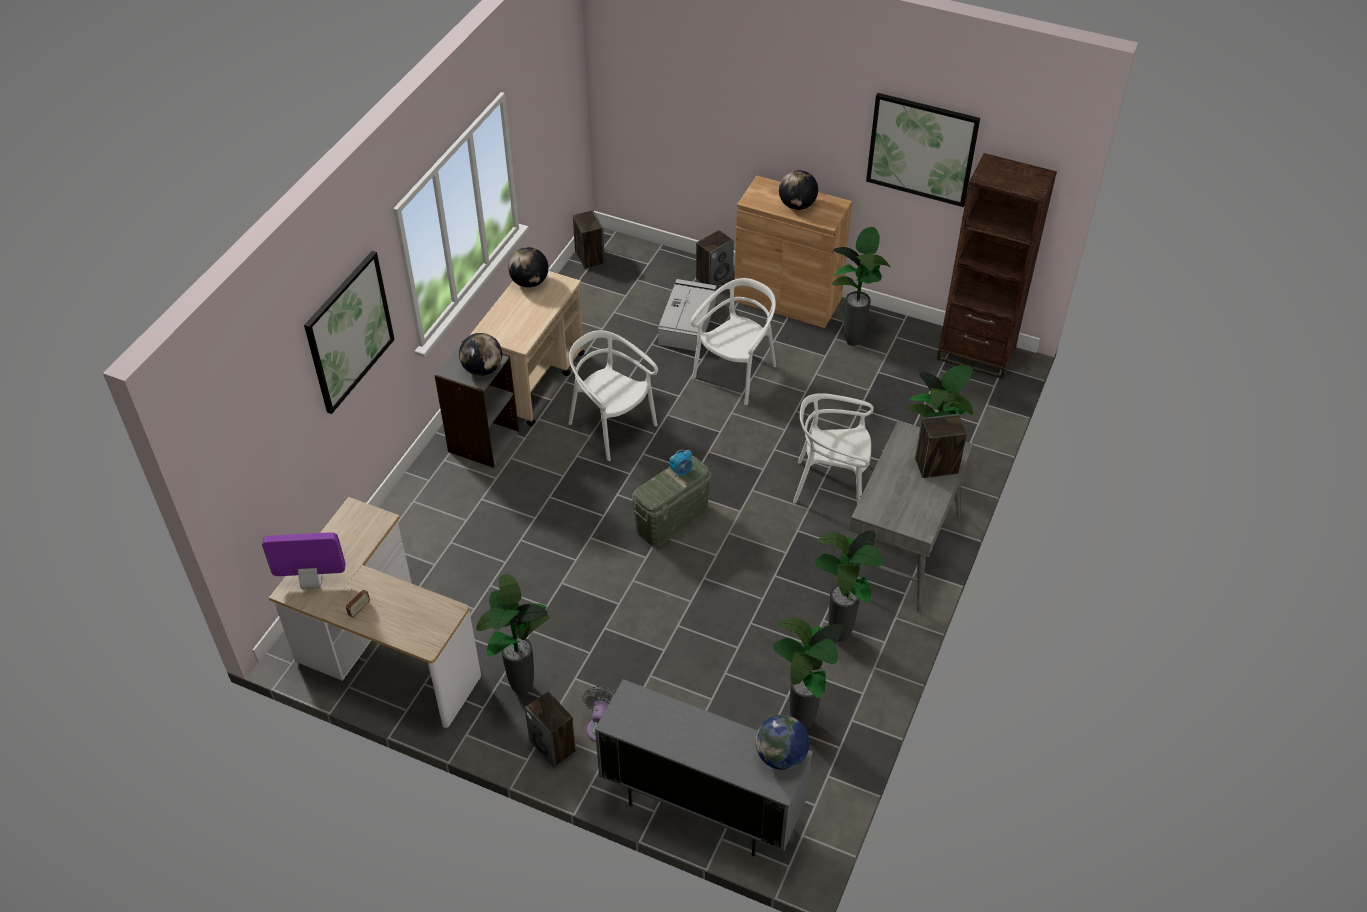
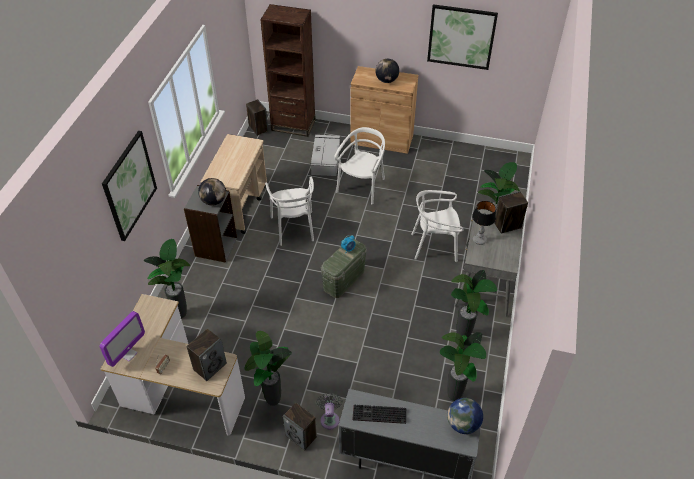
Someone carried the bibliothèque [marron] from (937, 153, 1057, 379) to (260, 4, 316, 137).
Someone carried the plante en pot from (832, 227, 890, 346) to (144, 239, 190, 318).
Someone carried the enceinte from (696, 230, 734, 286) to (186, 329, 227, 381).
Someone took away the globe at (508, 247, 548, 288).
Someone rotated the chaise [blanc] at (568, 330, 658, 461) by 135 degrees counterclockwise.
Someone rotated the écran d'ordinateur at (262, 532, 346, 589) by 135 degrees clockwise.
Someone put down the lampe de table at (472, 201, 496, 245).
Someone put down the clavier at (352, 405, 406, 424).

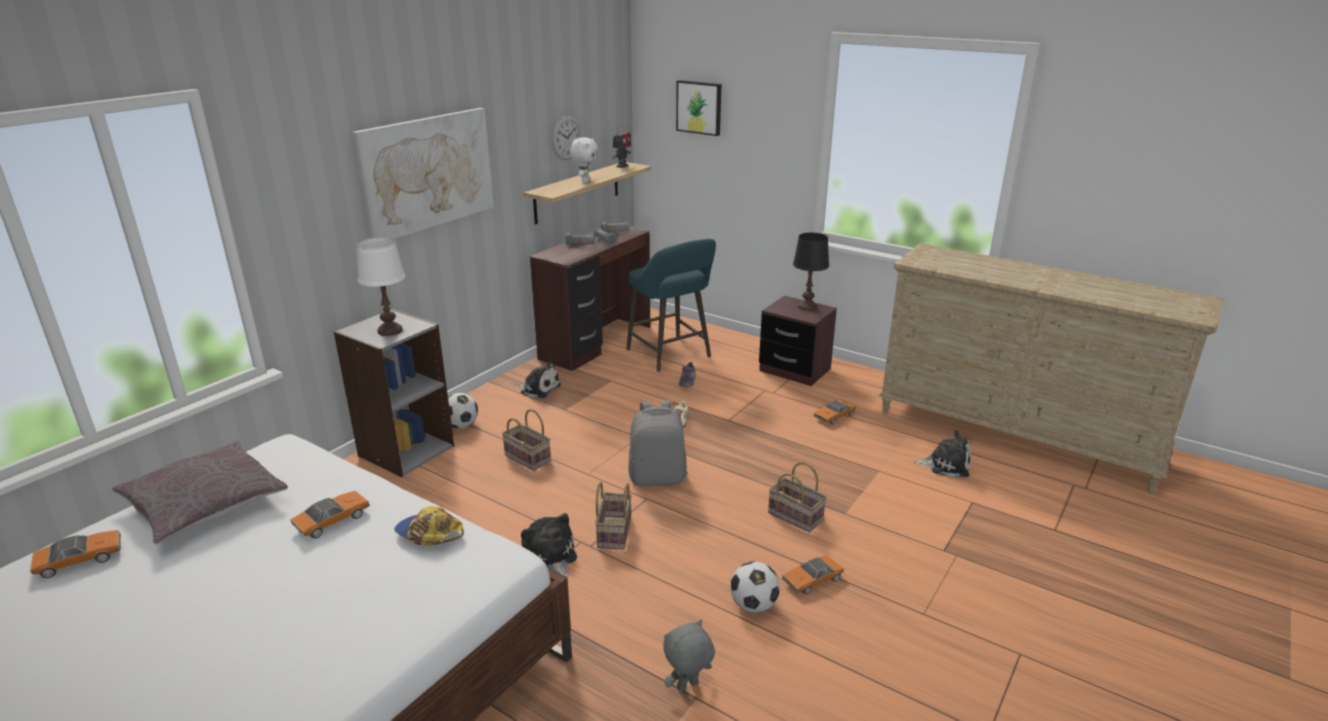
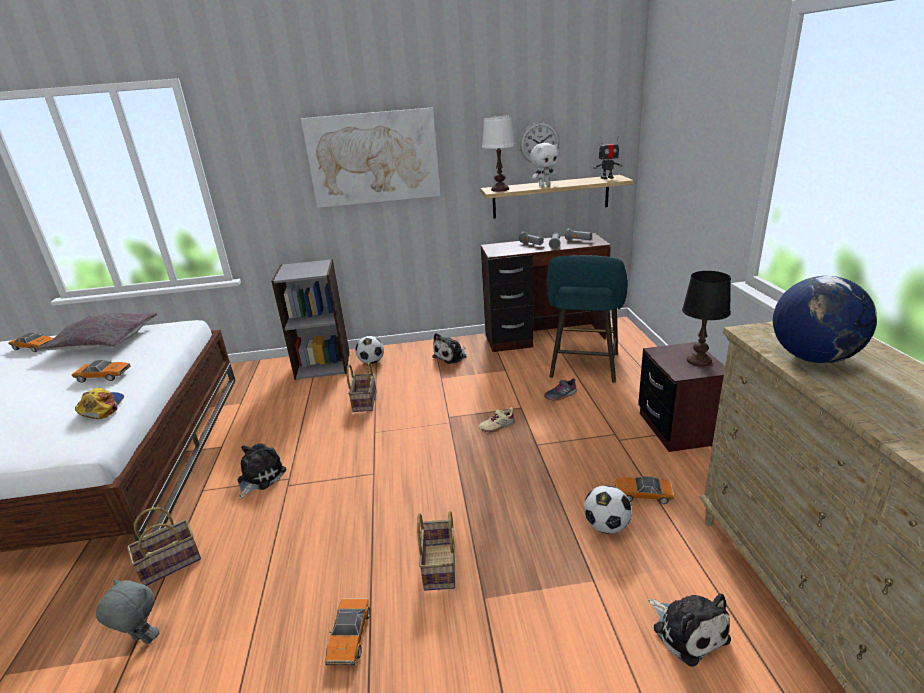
Someone took away the tableau at (676, 80, 721, 136).
Someone carried the lampe de table [blanc] from (356, 237, 405, 336) to (482, 115, 515, 192).
Someone rotated the peluche at (514, 361, 561, 398) by 60 degrees clockwise.
Someone took away the sac à dos [gris] at (628, 401, 687, 486).
Someone carried the panier from (595, 482, 632, 550) to (127, 507, 201, 586).
Someone rotated the petite voiture at (782, 555, 845, 595) by 105 degrees counterclockwise.
Someone carried the ballon de foot from (730, 561, 780, 613) to (584, 485, 632, 534).
Someone put down the globe at (773, 276, 877, 363).

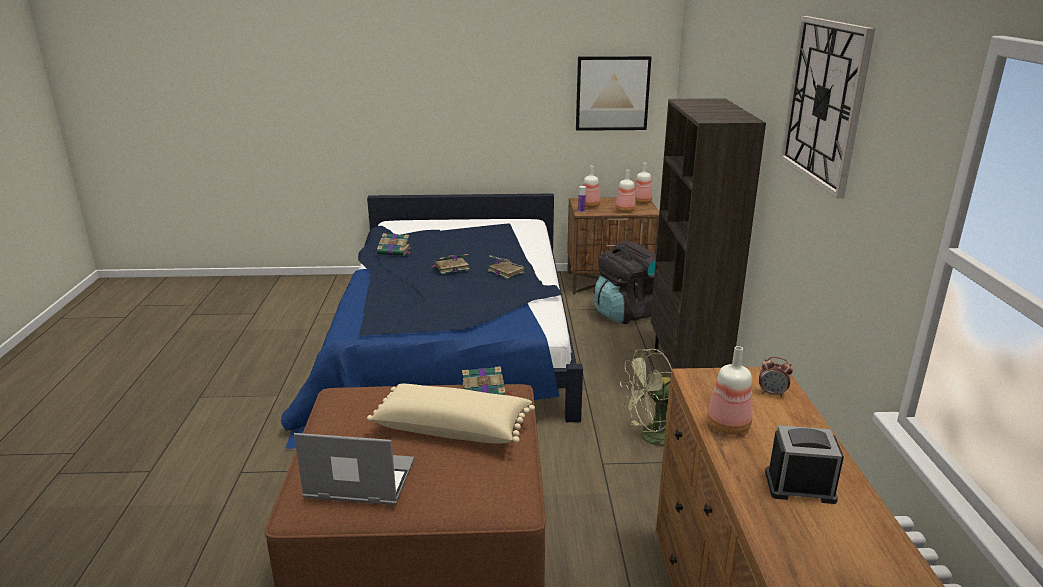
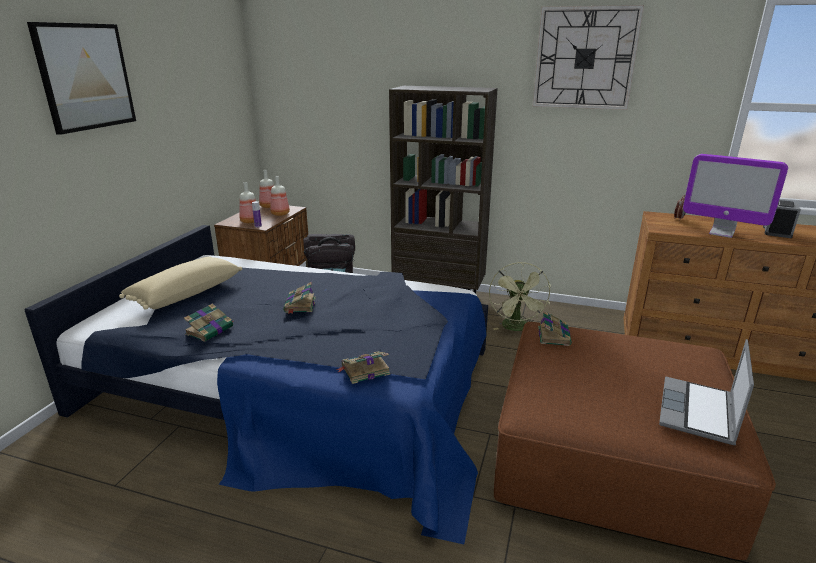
Someone carried the tableau from (576, 56, 652, 131) to (27, 22, 136, 135).
Someone carried the livre from (487, 255, 525, 279) to (336, 351, 390, 384).
Someone swapped the bouteille at (707, 346, 752, 435) for the écran d'ordinateur at (683, 154, 788, 238).
Someone carried the coussin [beige] from (367, 384, 535, 443) to (119, 257, 242, 310).

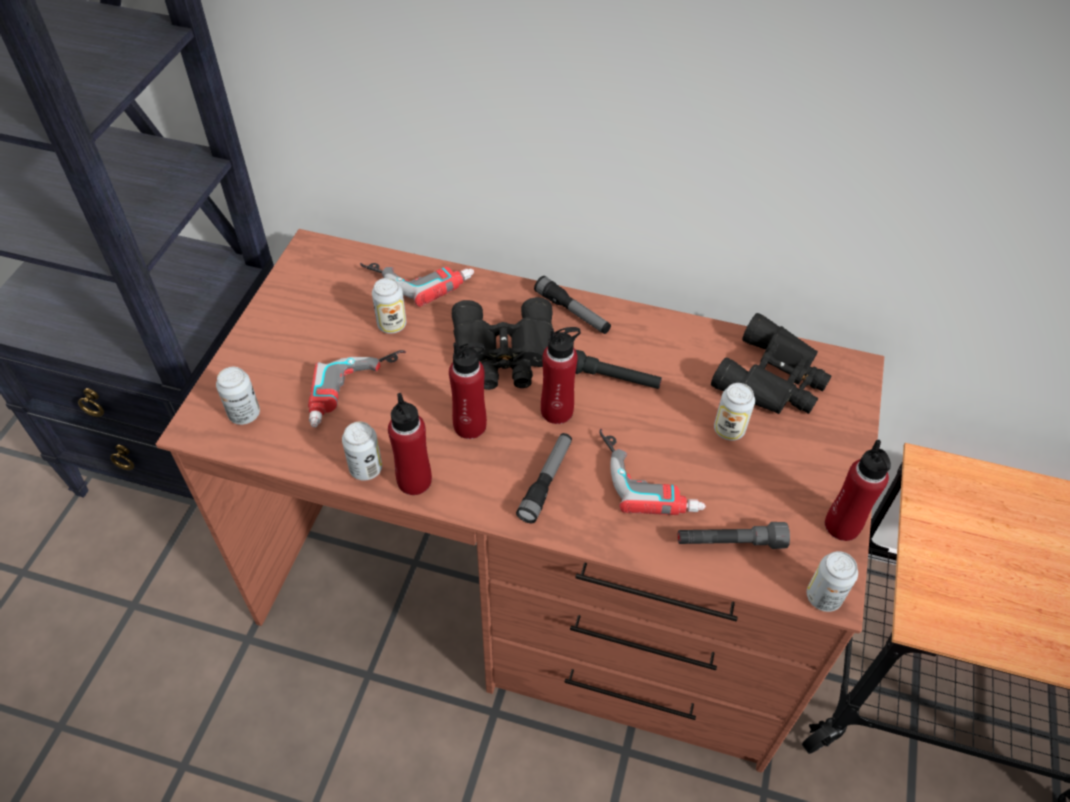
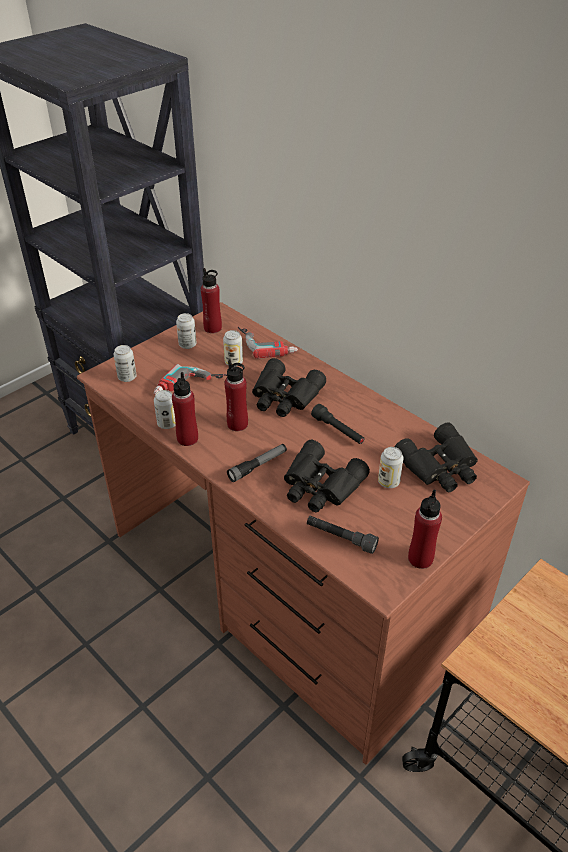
Someone took away the lampe de poche at (534, 276, 611, 334).
Someone carried the bouteille [rouge] from (541, 327, 581, 424) to (201, 268, 222, 333).
Someone swapped the perceuse at (599, 429, 706, 515) for the jumelles [noir] at (284, 440, 370, 512).
Someone carried the boîte métallique from (807, 551, 858, 612) to (176, 313, 197, 349).

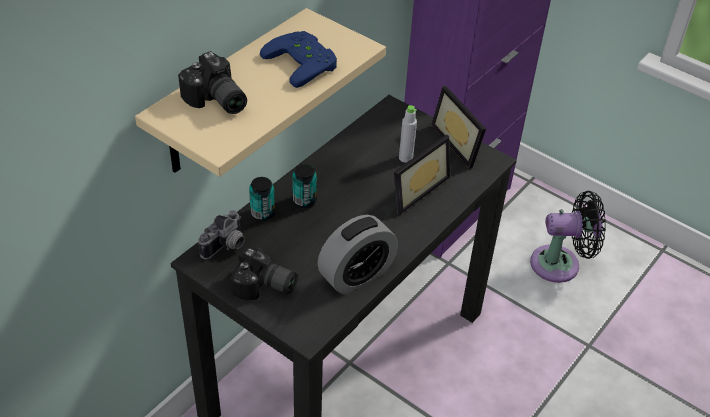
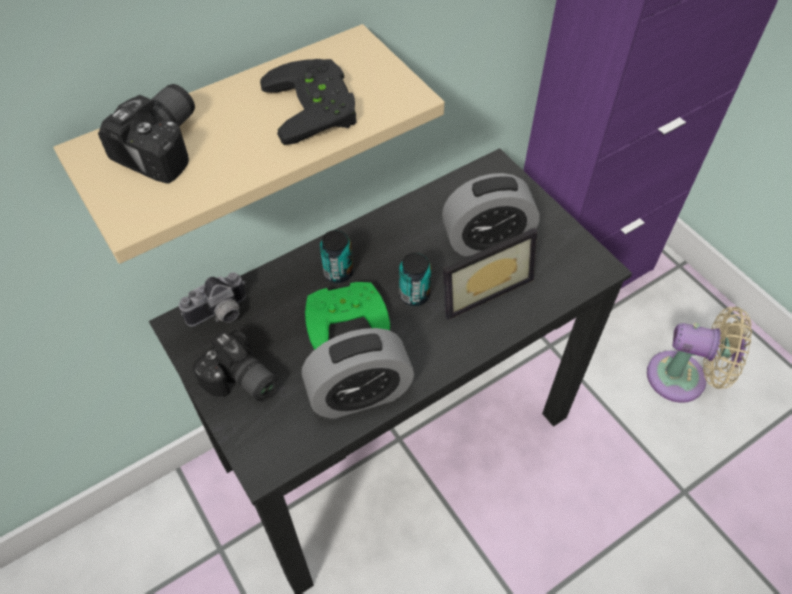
Someone repainted the manette [bleu] at (260, 31, 337, 88), which became the manette [noir] at (260, 59, 357, 145).
Someone rotated the appareil photo at (178, 51, 247, 114) by 135 degrees counterclockwise.
Someone took away the cadre photo at (431, 85, 486, 169).
Someone swapped the bouteille [gris] at (399, 105, 417, 163) for the réveil at (442, 173, 540, 256).
Someone carried the boîte métallique from (249, 177, 275, 221) to (399, 253, 432, 306).
Someone repainted the ventilateur [noir] at (530, 191, 606, 283), which became the ventilateur [beige] at (647, 307, 752, 403).
Someone put down the manette [vert] at (305, 282, 390, 350).

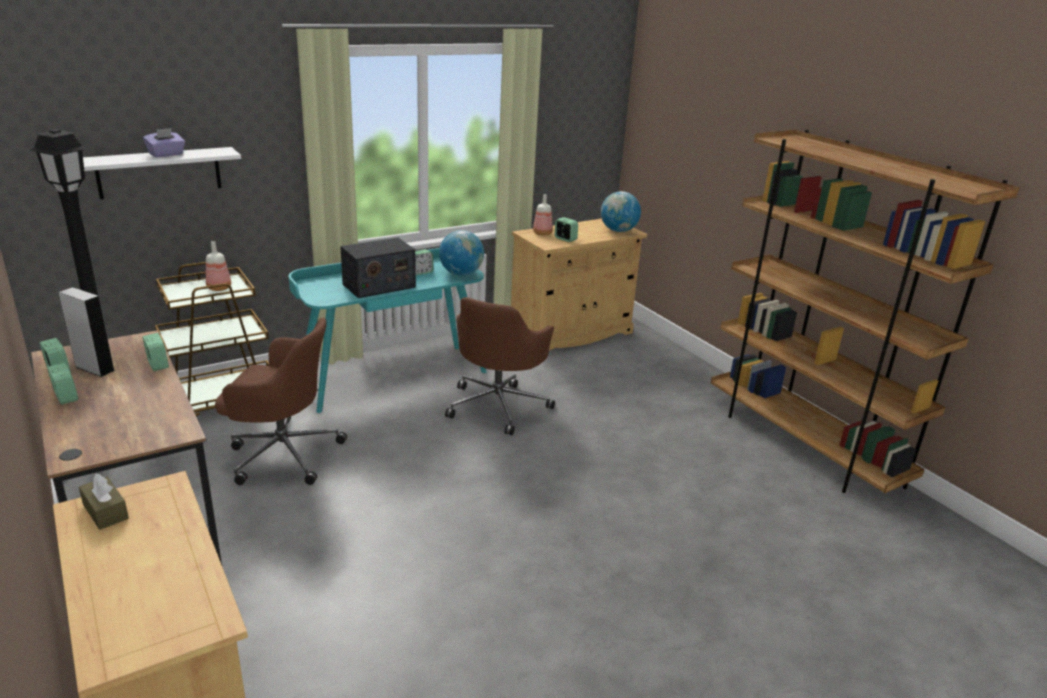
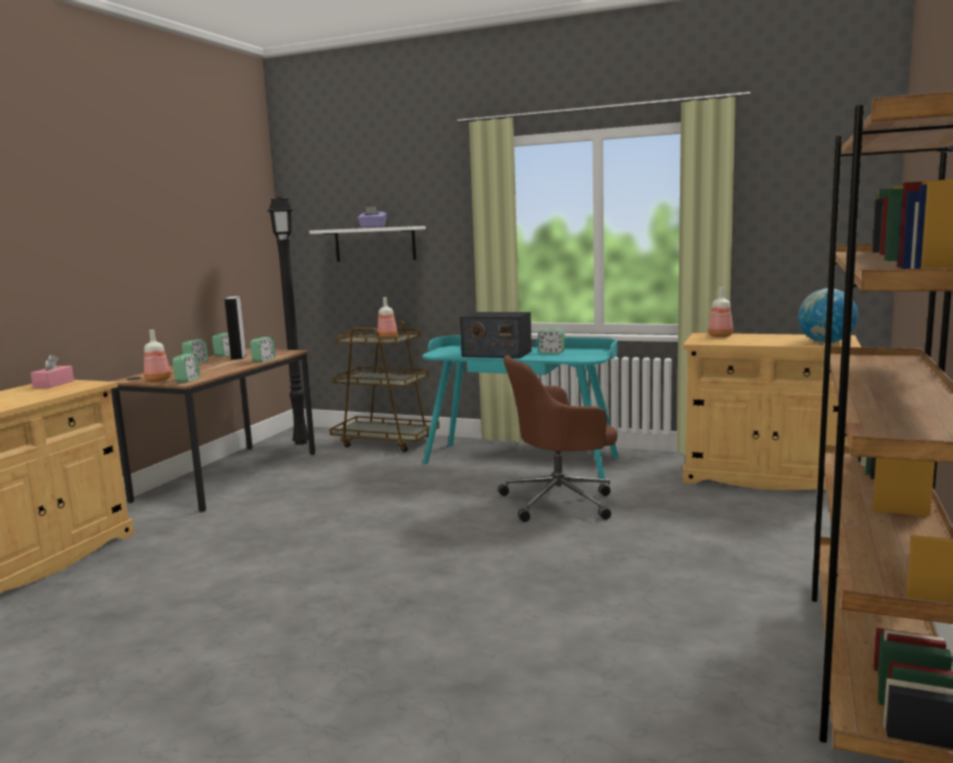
Someone carried the réveil from (555, 217, 578, 242) to (173, 353, 200, 383).
Someone took away the globe at (439, 230, 484, 276).
Someone took away the chaise de bureau [marron] at (215, 318, 347, 485).
Someone repainted the boîte à mouchoirs [marron] at (79, 474, 129, 530), which became the boîte à mouchoirs [rose] at (31, 354, 74, 388).
Someone put down the bouteille at (144, 330, 171, 382).

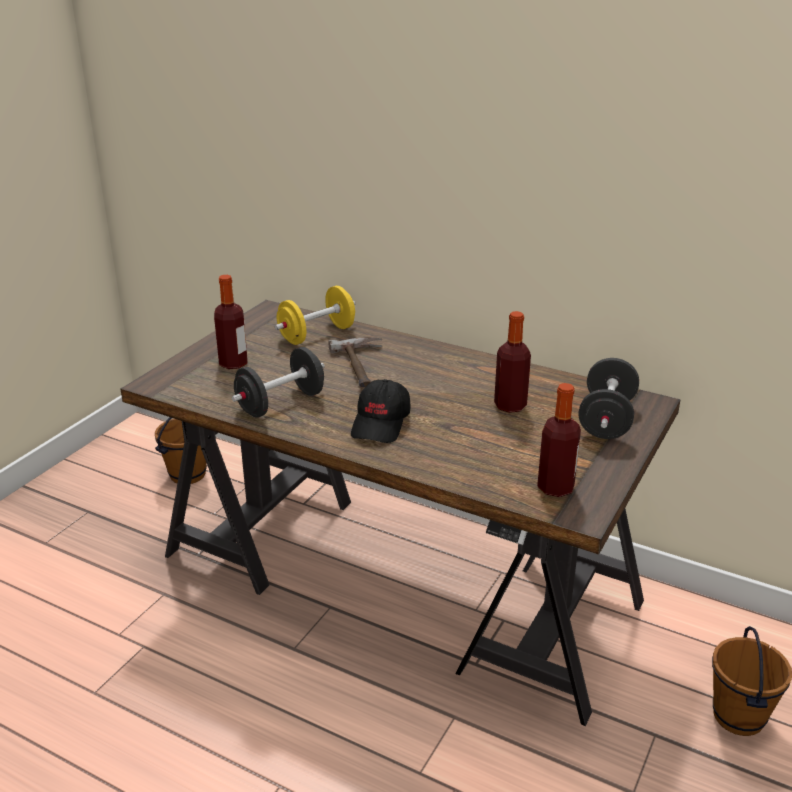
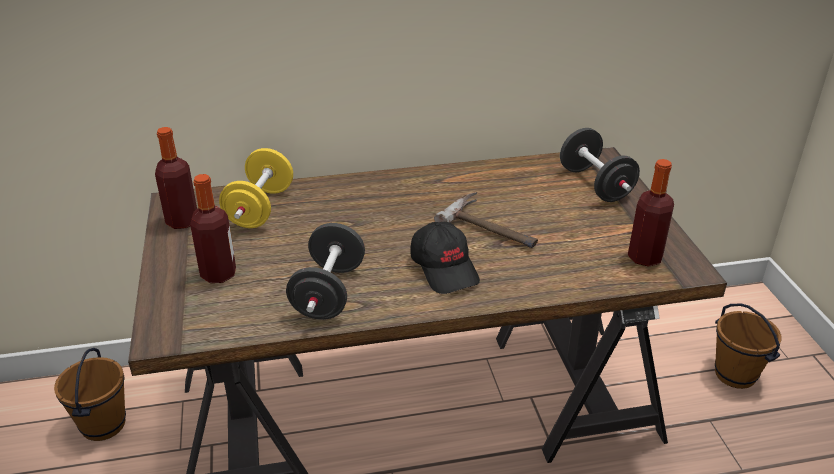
Someone carried the bouteille from (494, 311, 531, 413) to (155, 127, 197, 229).
Someone carried the marteau from (328, 337, 382, 387) to (434, 192, 538, 248).

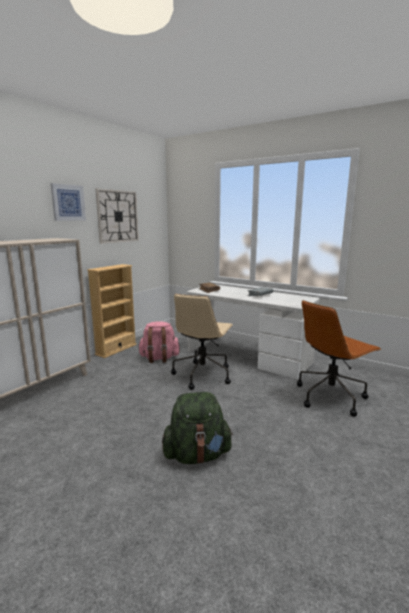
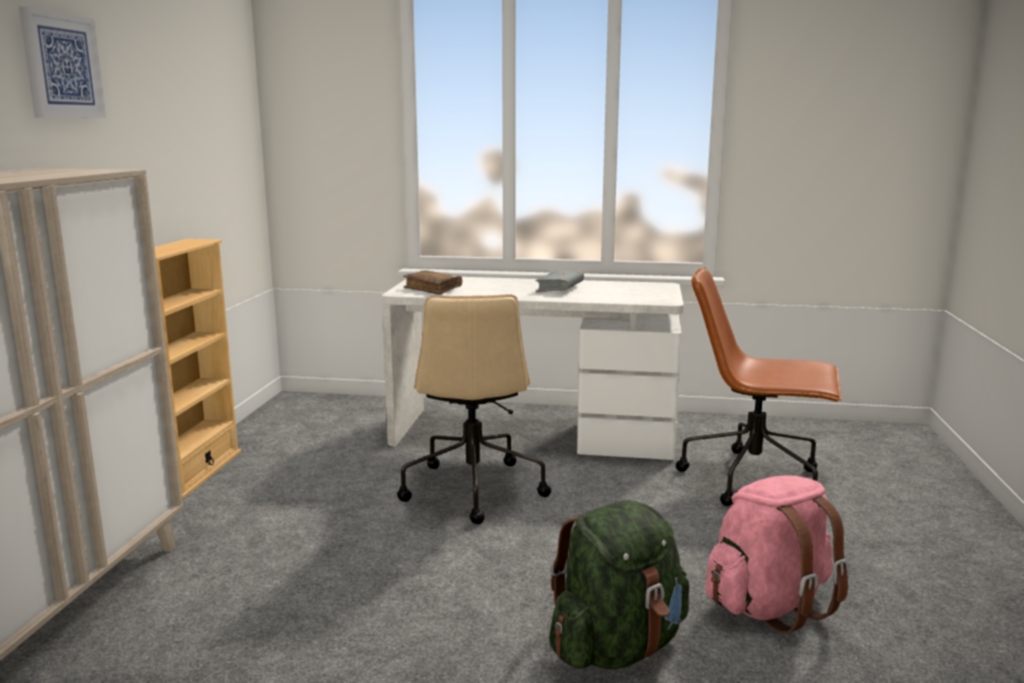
Someone took away the horloge murale at (95, 188, 139, 244).
Someone rotated the chaise de bureau [marron] at (297, 300, 381, 417) by 75 degrees clockwise.
Someone carried the sac à dos [rose] from (138, 321, 180, 363) to (705, 475, 850, 634).

